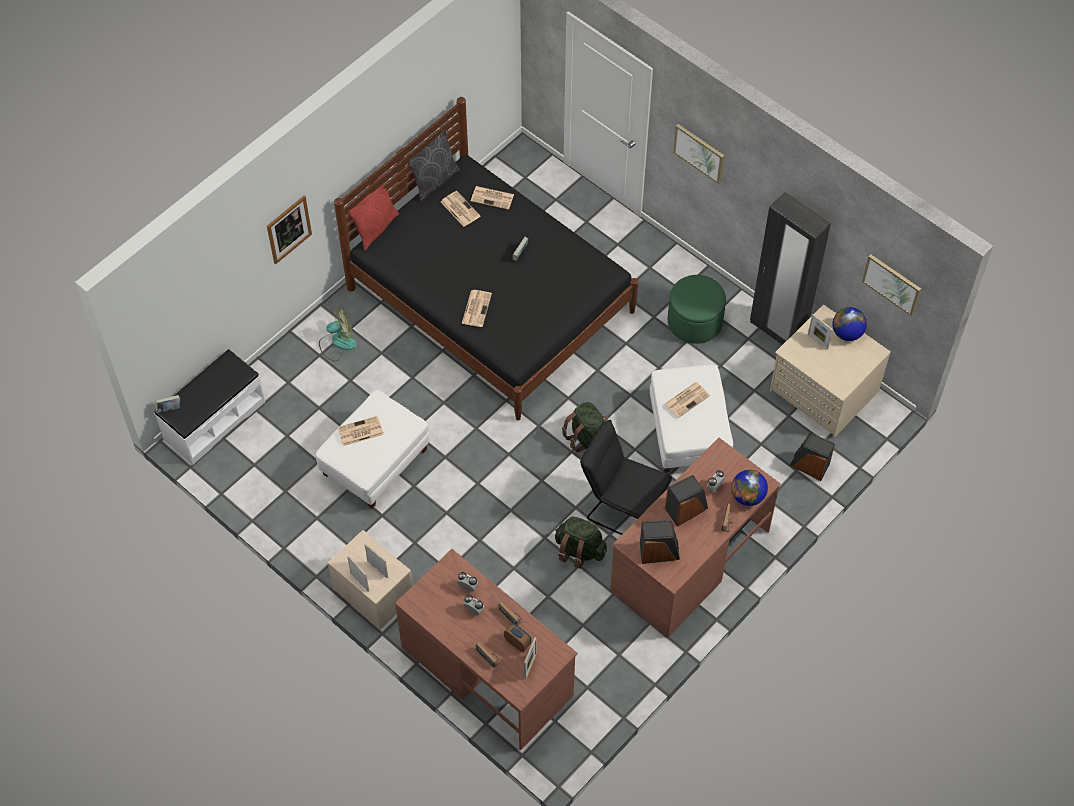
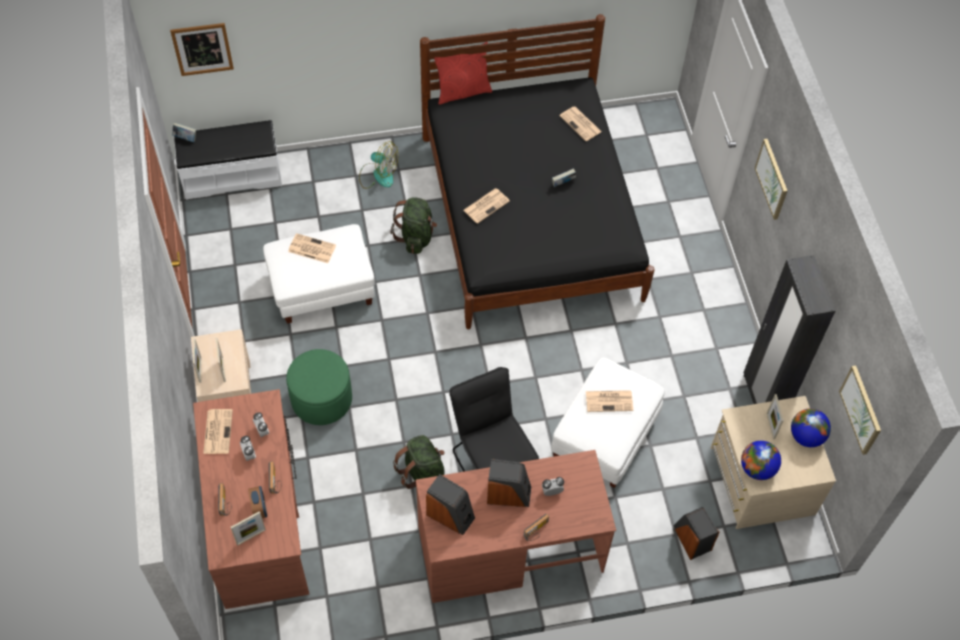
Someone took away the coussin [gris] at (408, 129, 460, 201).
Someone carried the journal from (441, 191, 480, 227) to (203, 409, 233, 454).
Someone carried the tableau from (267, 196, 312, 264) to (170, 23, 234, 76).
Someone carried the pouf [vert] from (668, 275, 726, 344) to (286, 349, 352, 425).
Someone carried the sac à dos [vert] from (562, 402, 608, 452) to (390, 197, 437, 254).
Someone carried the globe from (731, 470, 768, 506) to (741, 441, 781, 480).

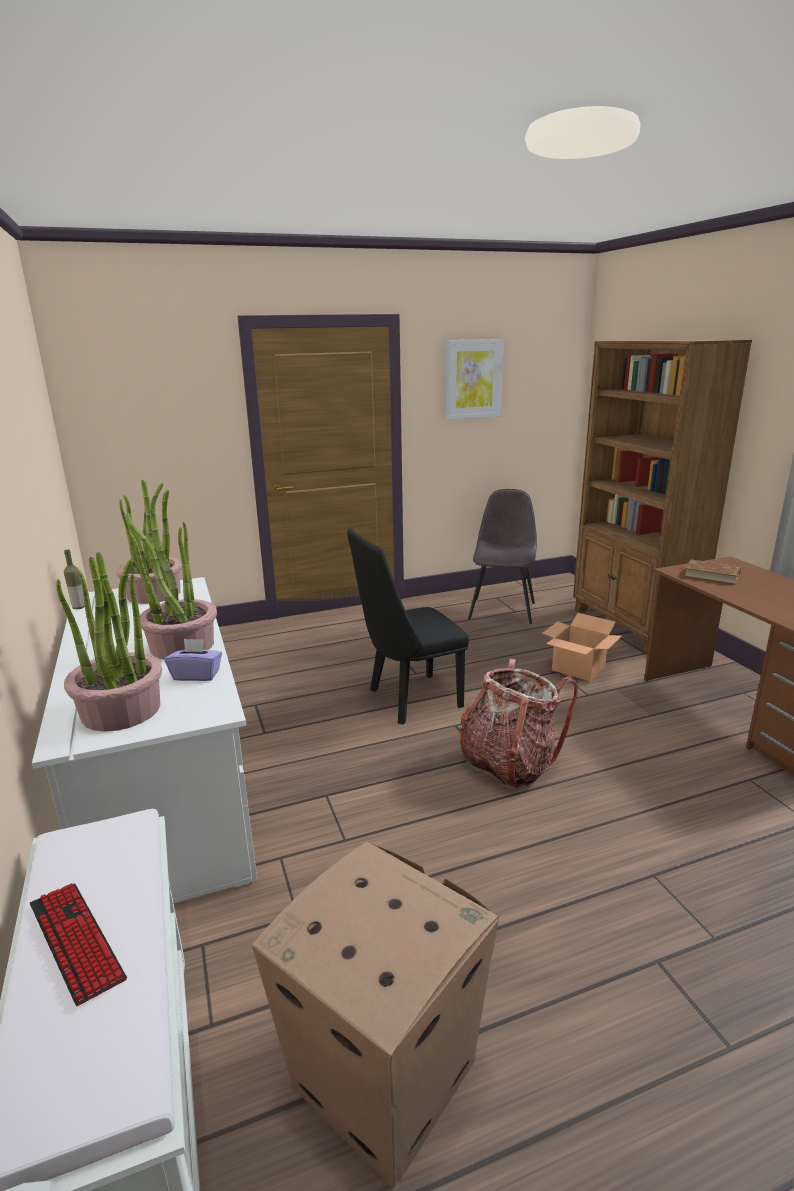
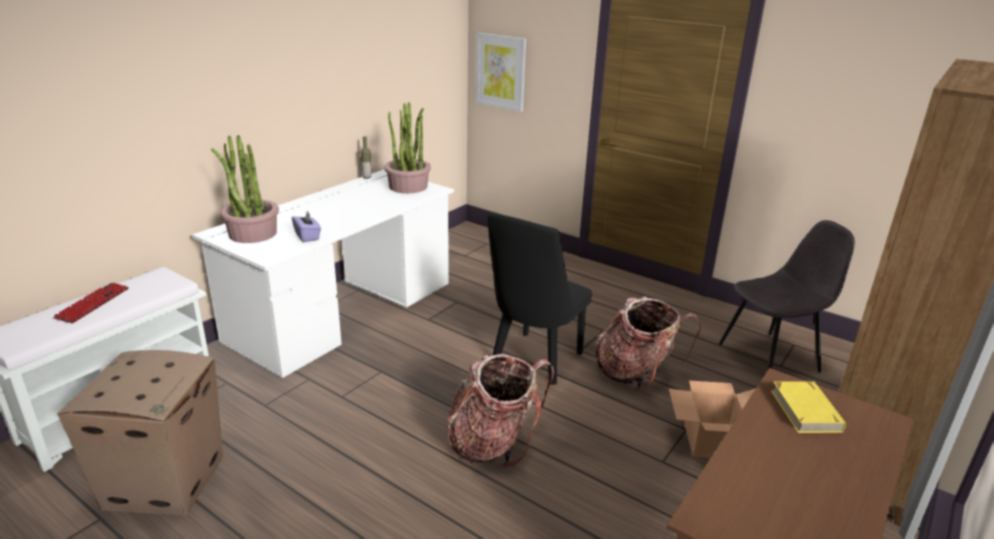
Someone carried the tableau from (445, 339, 504, 420) to (476, 32, 526, 112).
Someone took away the plante en pot at (126, 508, 217, 659).
Someone rotated the chaise [noir] at (347, 528, 469, 725) by 90 degrees counterclockwise.
Someone repainted the livre [marron] at (679, 559, 741, 585), which became the livre [jaune] at (771, 381, 846, 433).
Someone put down the sac à dos at (596, 296, 701, 391).

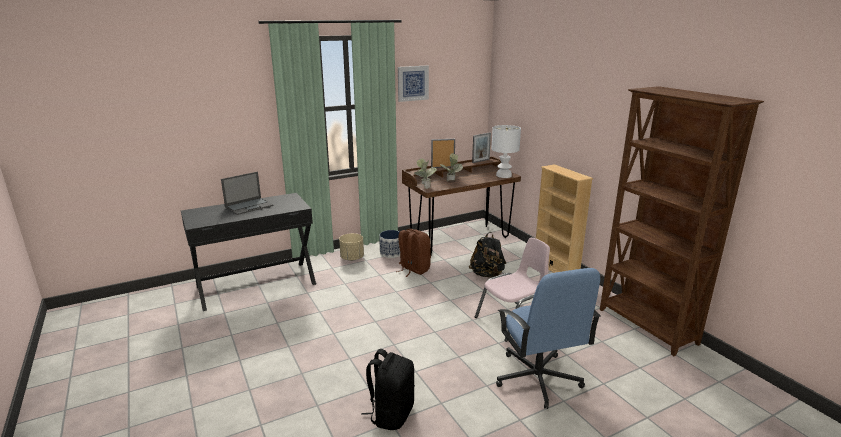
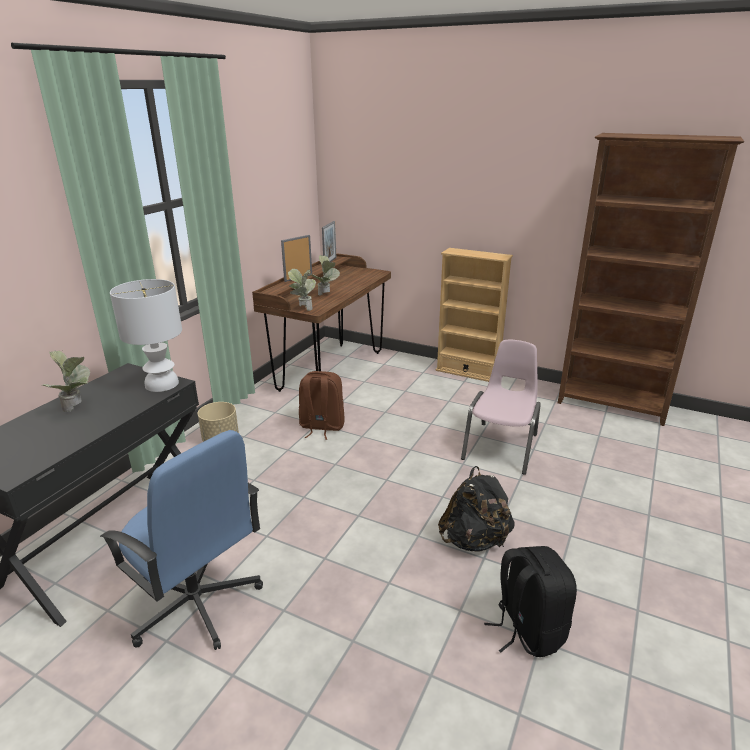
Someone took away the tableau at (398, 65, 429, 102).
Someone carried the lampe de table [blanc] from (491, 125, 521, 178) to (110, 279, 182, 392).
Someone swapped the ordinateur portable at (221, 172, 274, 215) for the plante en pot at (42, 351, 90, 412).
Someone took away the cache-pot at (379, 230, 400, 258).
Someone carried the sac à dos [noir] from (469, 232, 506, 278) to (438, 466, 514, 552).
Someone carried the chaise de bureau [bleu] from (496, 268, 601, 409) to (100, 430, 263, 650).

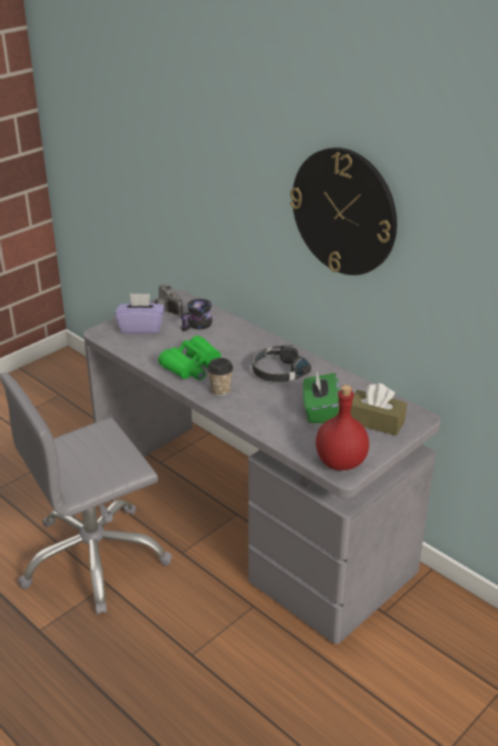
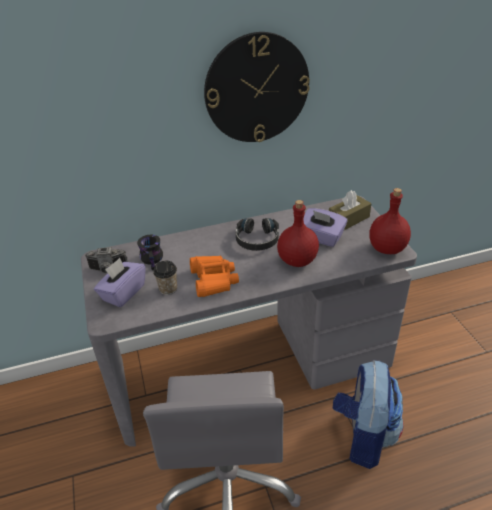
Someone repainted the jumelles [vert] at (158, 335, 221, 380), which became the jumelles [orange] at (190, 256, 239, 297).
Someone carried the tasse from (207, 358, 233, 396) to (153, 261, 177, 295).
Someone repainted the boîte à mouchoirs [vert] at (303, 370, 339, 423), which became the boîte à mouchoirs [violet] at (303, 208, 347, 247).
Someone put down the bouteille [rouge] at (277, 200, 319, 267).
Someone put down the sac à dos at (333, 360, 404, 469).

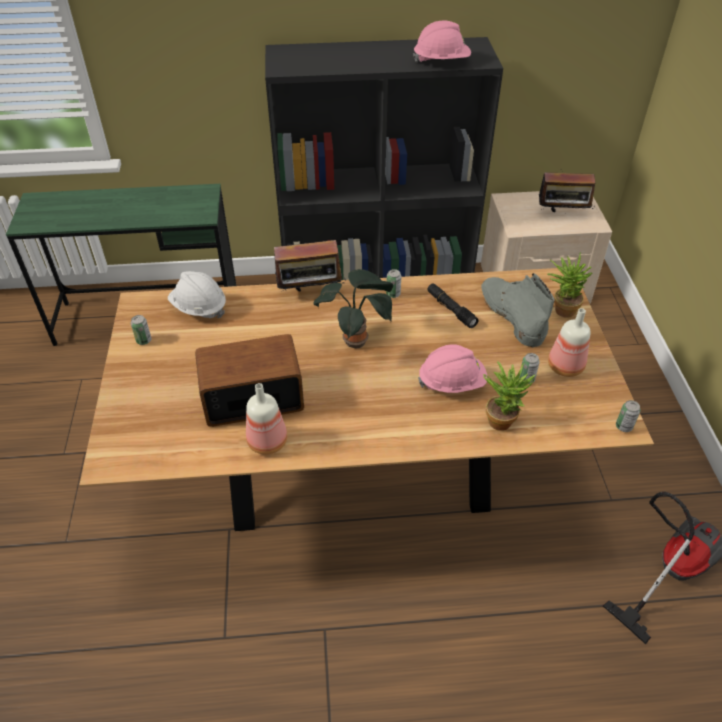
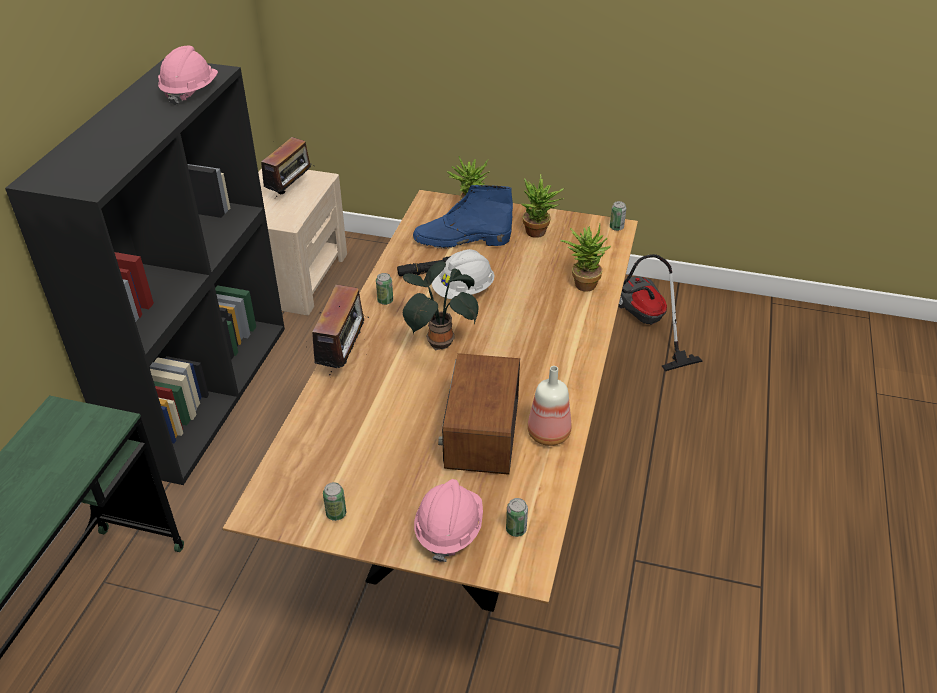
Someone carried the casque de chantier [blanc] from (168, 271, 226, 319) to (432, 249, 494, 299).
Someone repainted the botte [gris] at (481, 273, 555, 348), which became the botte [bleu] at (413, 185, 513, 249).
Someone swapped the bouteille at (548, 308, 591, 377) for the plante en pot at (521, 174, 564, 238).
Someone carried the casque de chantier [rose] from (418, 344, 487, 393) to (414, 479, 483, 562).
Someone carried the boîte métallique from (519, 353, 540, 384) to (506, 498, 528, 537).

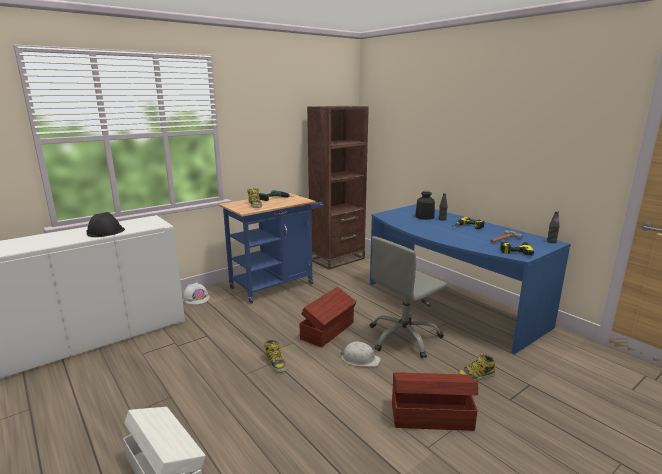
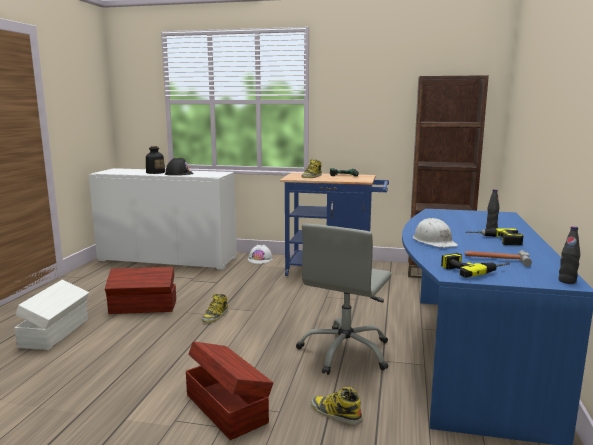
Someone carried the bouteille from (415, 191, 435, 220) to (146, 146, 165, 174).
Someone rotated the chaise de bureau [gris] at (370, 236, 447, 358) by 75 degrees counterclockwise.
Someone carried the boîte de rangement [marron] from (299, 287, 357, 348) to (105, 267, 176, 314).
Someone carried the casque de chantier [blanc] from (340, 342, 381, 367) to (413, 218, 458, 248).

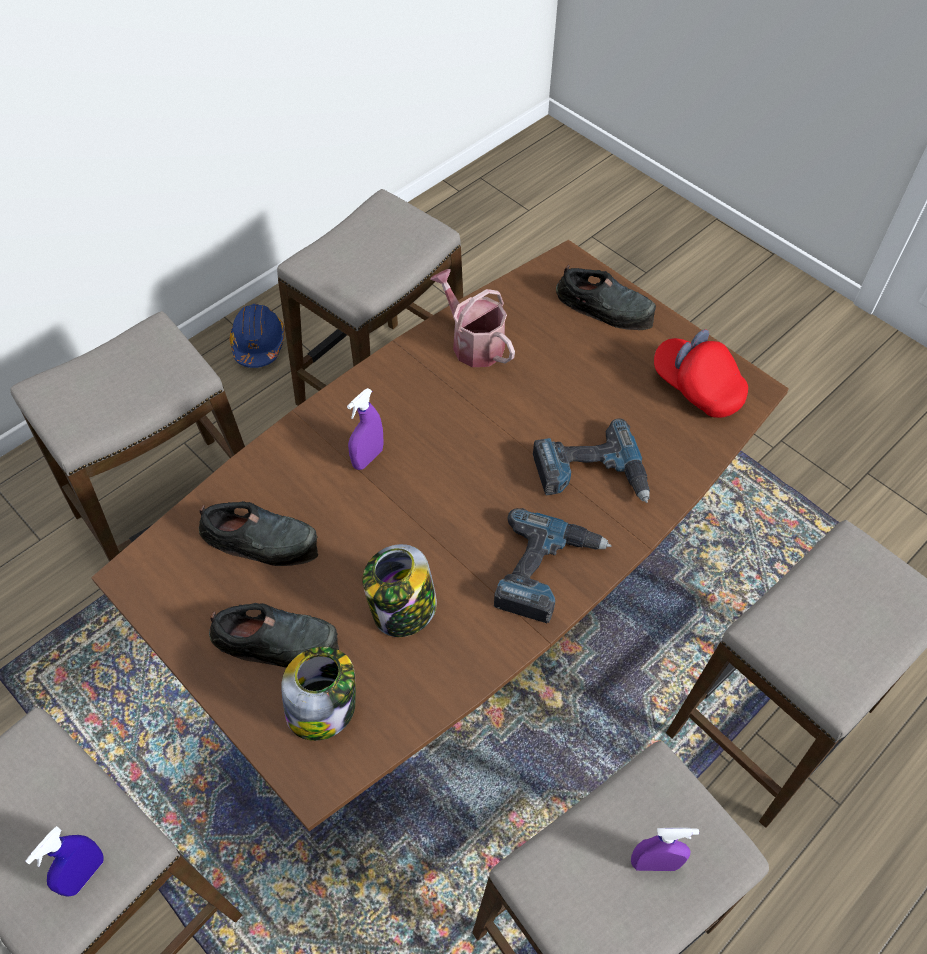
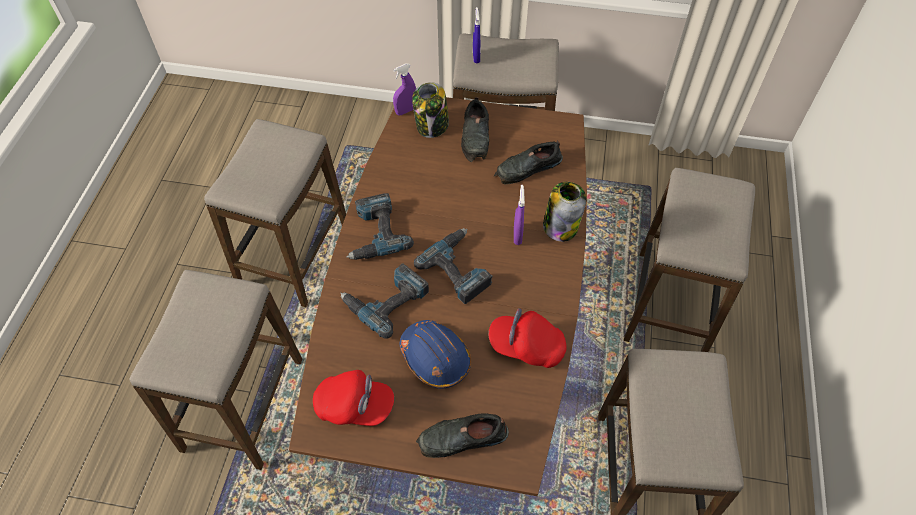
Someone swapped the arrosoir at (430, 269, 515, 367) for the casquette [rouge] at (489, 308, 566, 368).
Someone carried the casque de chantier [bleu] from (230, 304, 284, 368) to (400, 320, 471, 389).
Someone carried the bocal from (363, 544, 437, 637) to (543, 182, 586, 242).
Someone rotated the chaussure [noir] at (209, 603, 339, 668) by 60 degrees counterclockwise.
Someone carried the vaporisateur [violet] from (631, 828, 699, 871) to (393, 63, 416, 115).
Someone put down the perceuse at (414, 228, 493, 304).

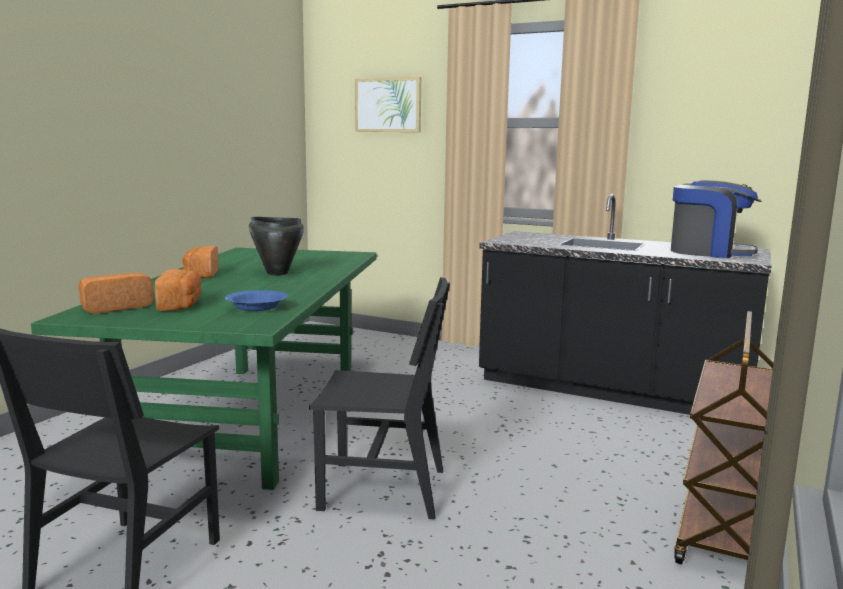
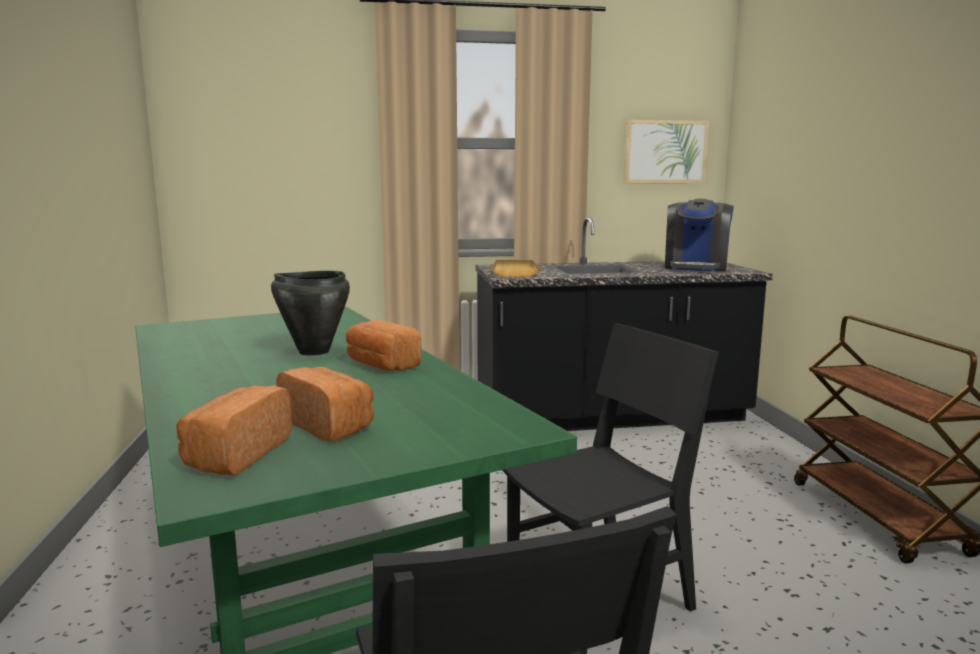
Someone carried the tableau from (355, 77, 421, 132) to (623, 120, 709, 183).
Someone rotated the machine à café at (671, 180, 762, 258) by 120 degrees clockwise.
Someone carried the pain from (182, 245, 219, 278) to (346, 320, 422, 371).
Someone took away the bol [bleu] at (225, 290, 288, 311).
Someone put down the plateau [beige] at (492, 260, 540, 277).

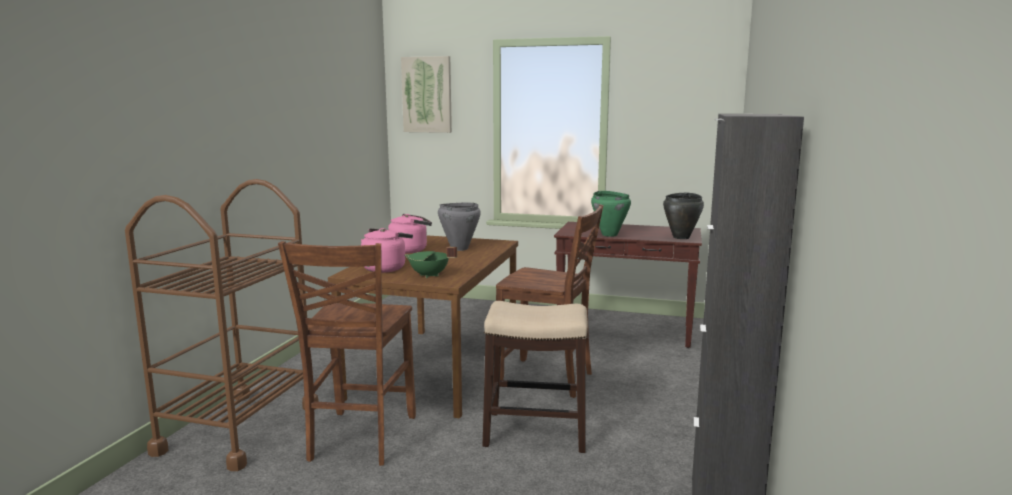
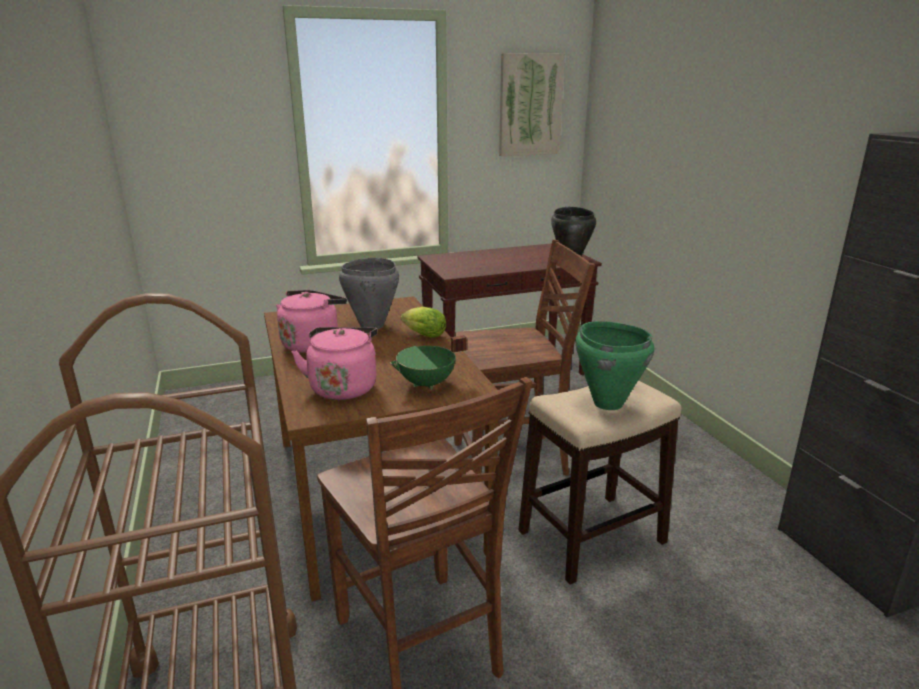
Someone carried the tableau from (401, 56, 452, 133) to (499, 53, 565, 156).
Someone carried the marmite [vert] from (591, 191, 631, 237) to (575, 321, 654, 410).
Someone put down the laitue at (401, 307, 446, 338).

